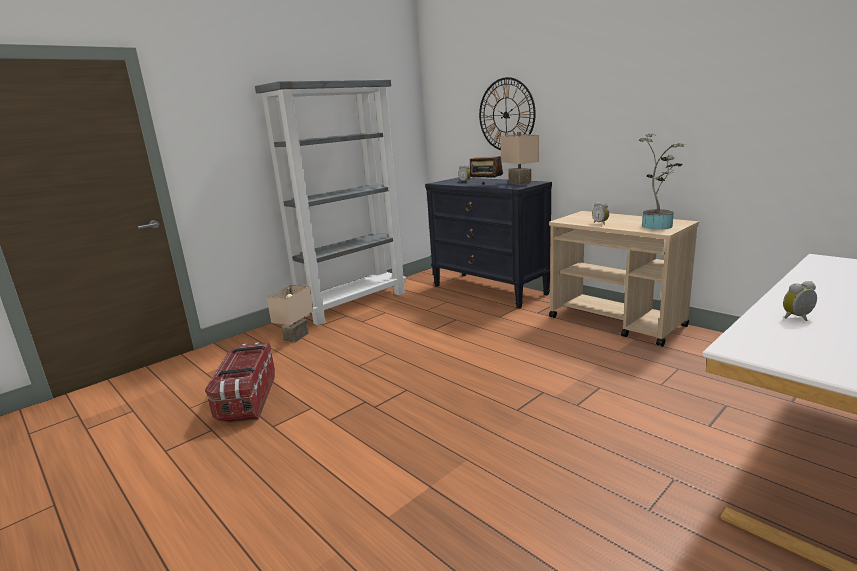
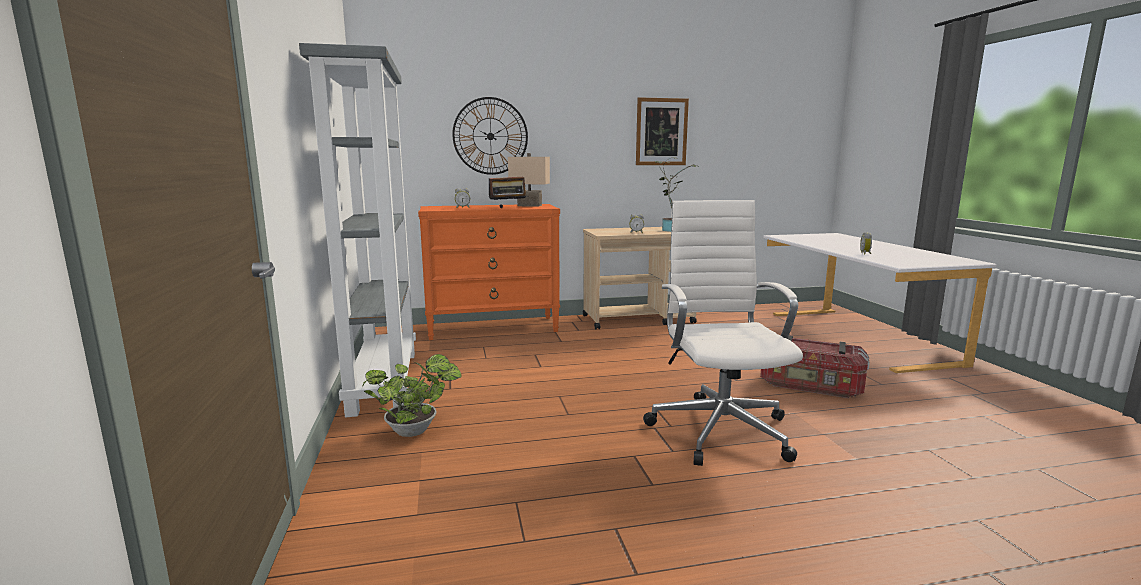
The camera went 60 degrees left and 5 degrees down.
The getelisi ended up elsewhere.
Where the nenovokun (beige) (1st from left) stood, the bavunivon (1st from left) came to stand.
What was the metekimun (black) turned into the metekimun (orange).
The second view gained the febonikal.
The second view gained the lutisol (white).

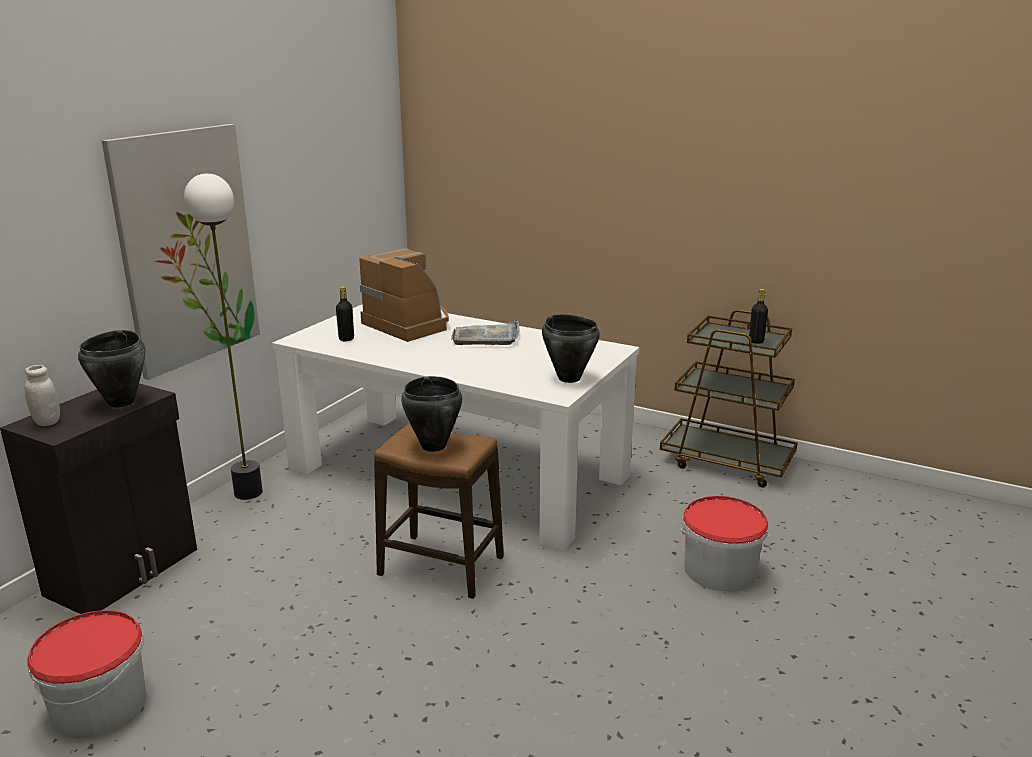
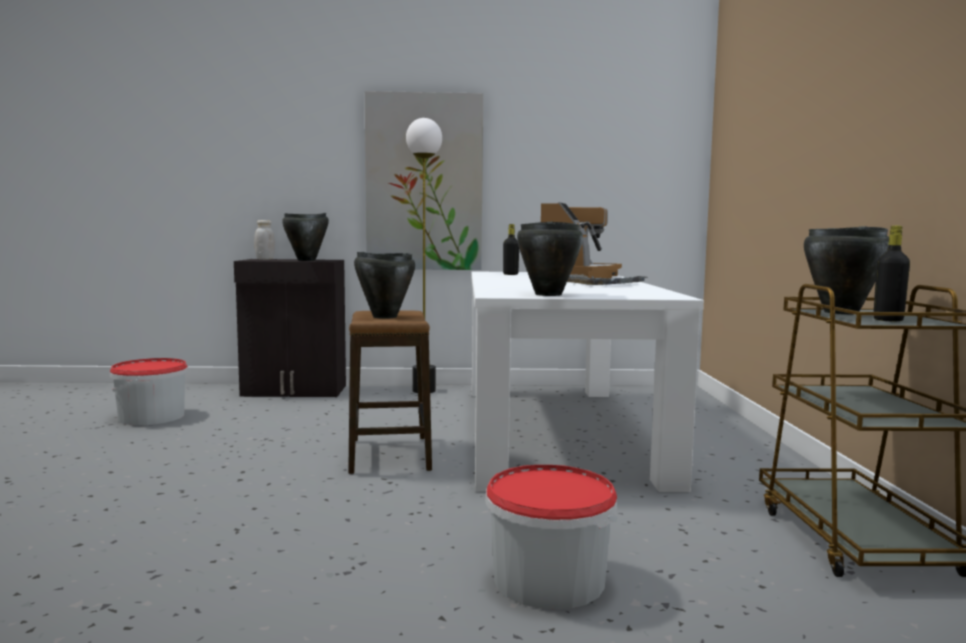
The camera went 60 degrees right and 15 degrees down.
The second view gained the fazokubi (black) (4th from left).

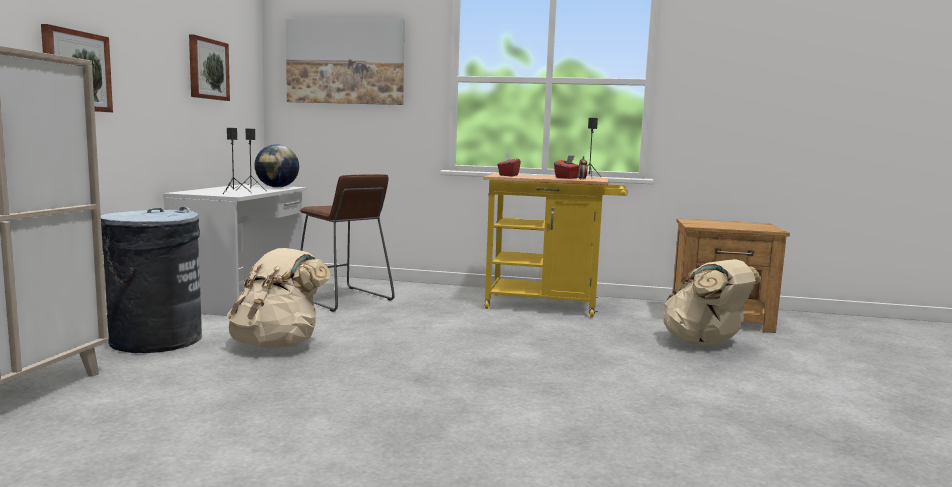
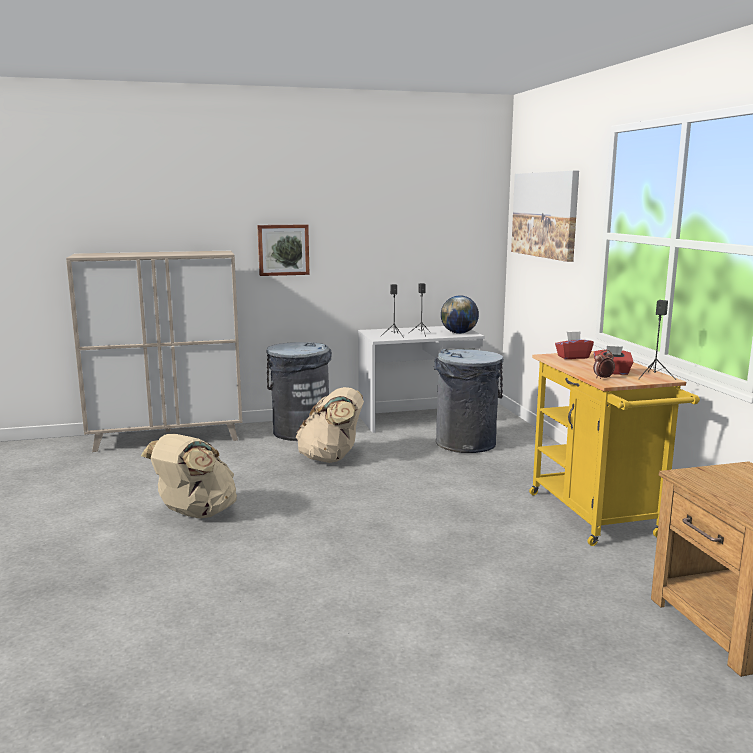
The camera went 65 degrees right and 5 degrees up.
The second view lost the febonikal (2nd from left).
Where the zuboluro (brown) stood, the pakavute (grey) (2nd from left) came to stand.
The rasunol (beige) (2nd from left in the first image) ended up elsewhere.

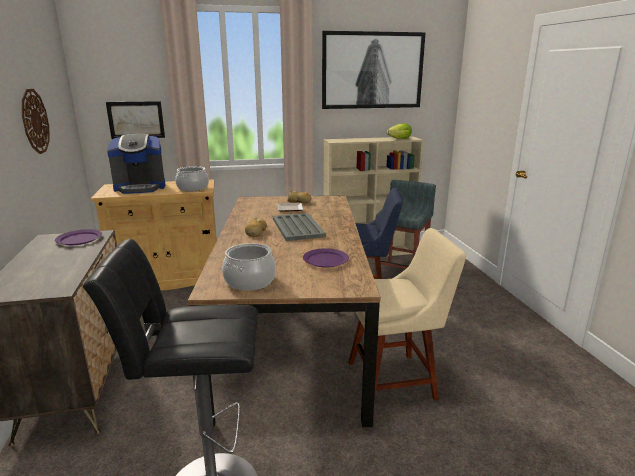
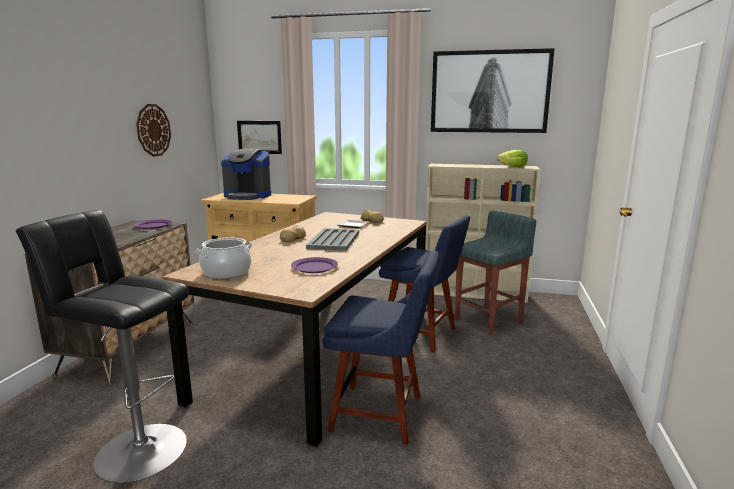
The camera went 25 degrees right and 5 degrees down.
The second view lost the fazokubi (1st from left).
What was the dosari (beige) turned into the dosari (blue) (1st from left).

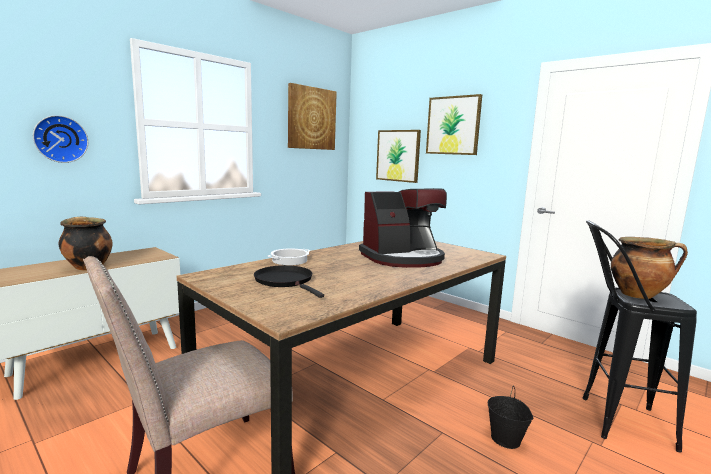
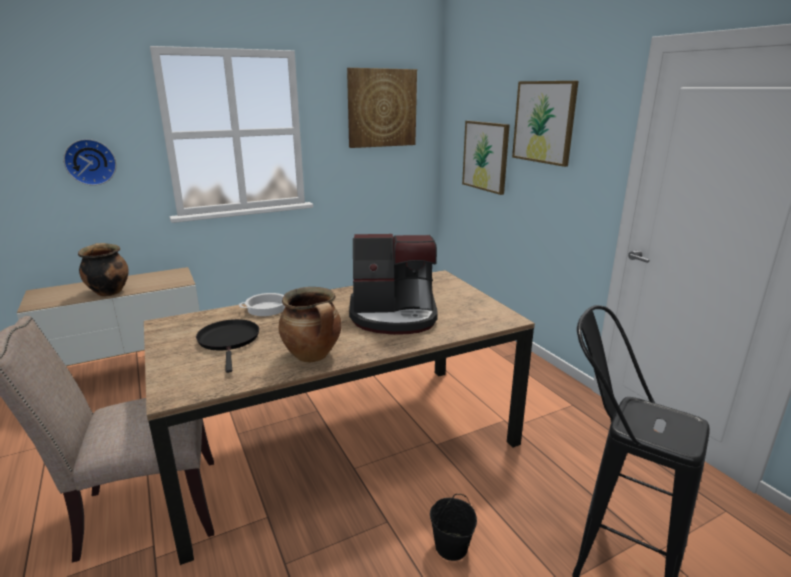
The camera went 20 degrees right and 10 degrees up.
The fazokubi (3rd from left) ended up elsewhere.

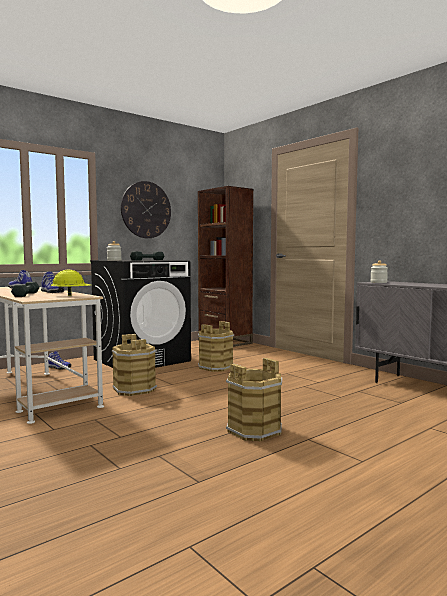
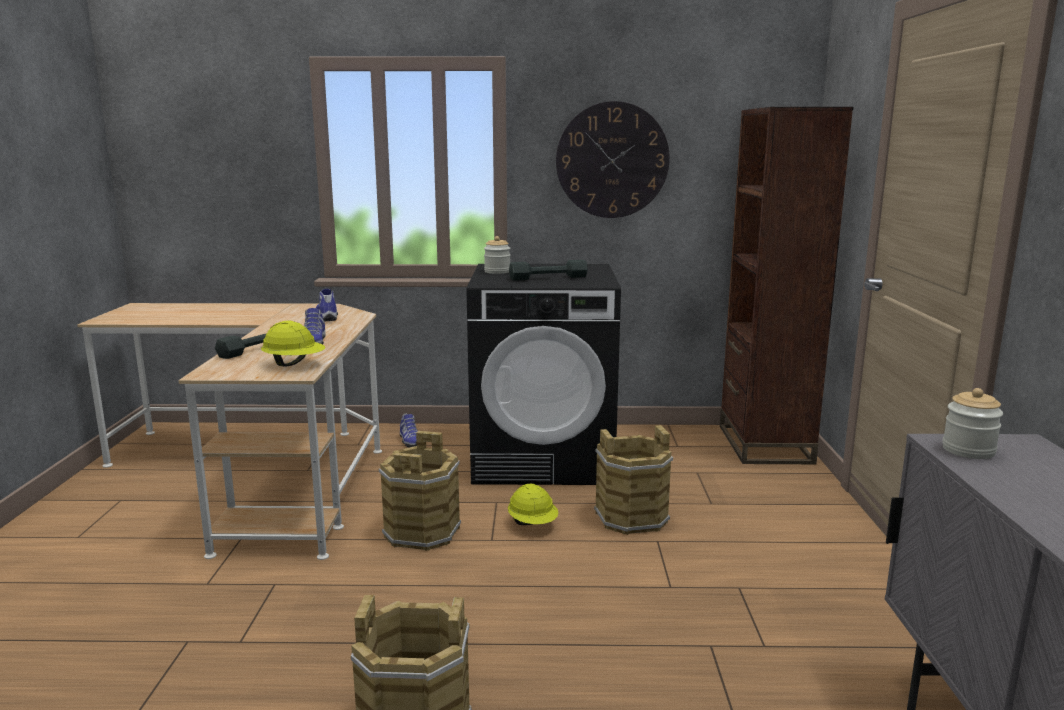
The camera went 40 degrees right and 10 degrees up.
The second view gained the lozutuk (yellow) (2nd from left).

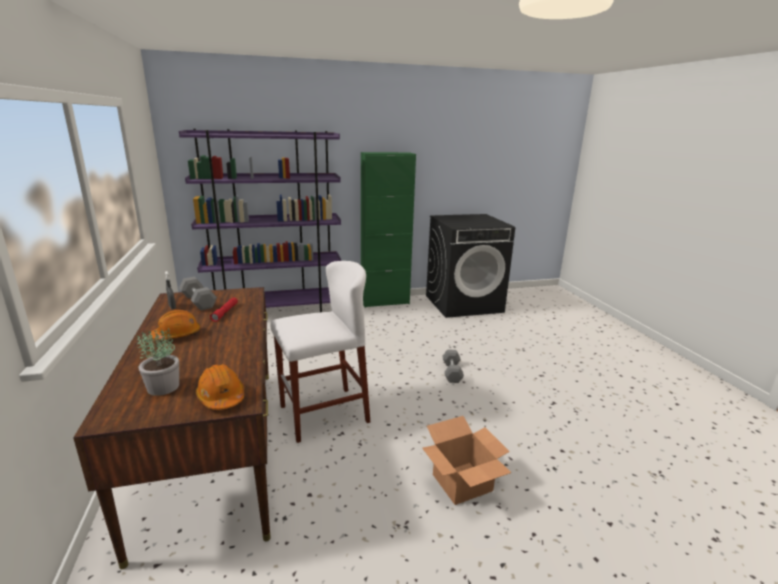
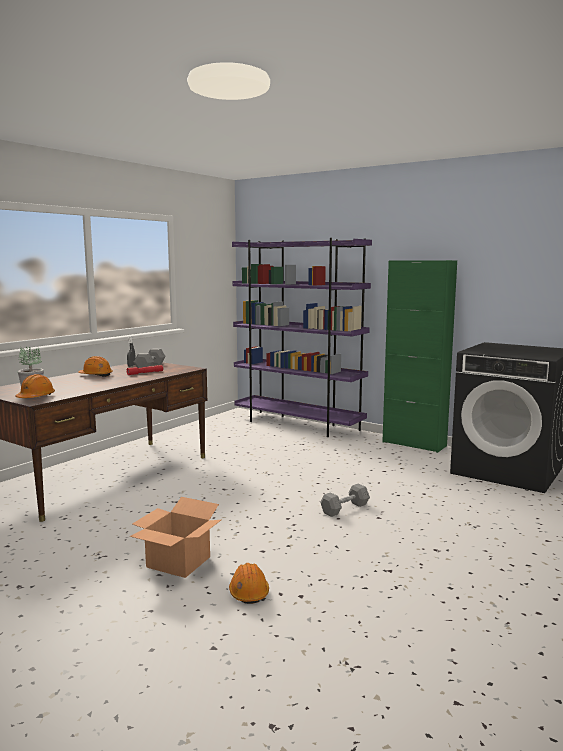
The camera went 50 degrees right and 10 degrees down.
The second view lost the zuboluro (white).
The second view gained the lozutuk (orange) (3rd from left).

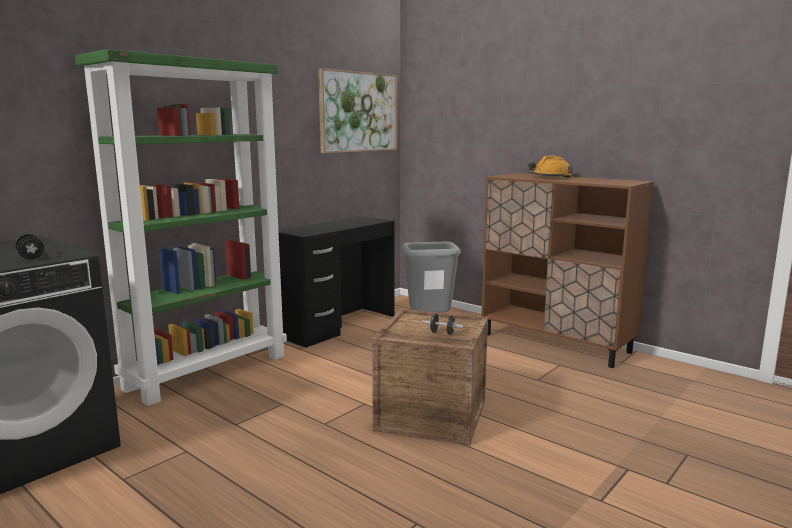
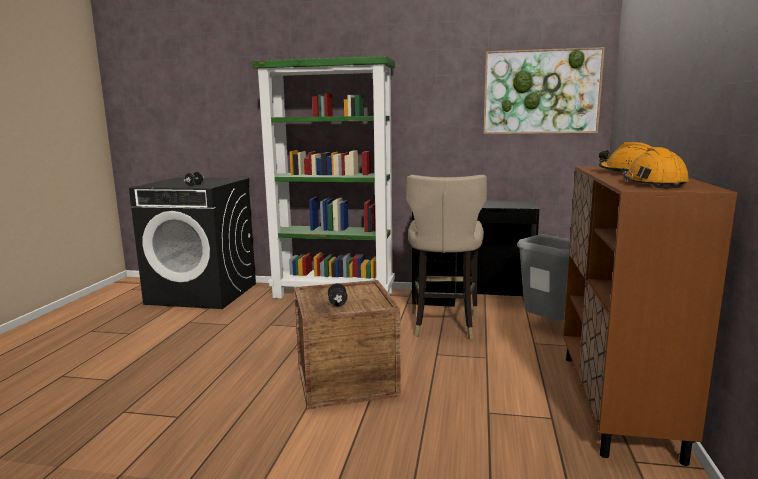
The camera went 60 degrees right and 0 degrees up.
The second view gained the zuboluro (beige).
The second view gained the lozutuk (orange) (2nd from left).

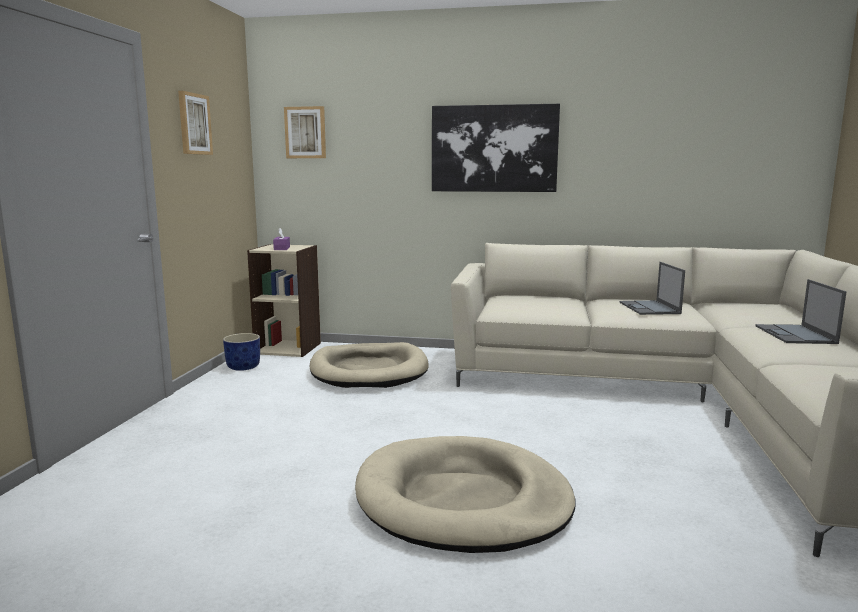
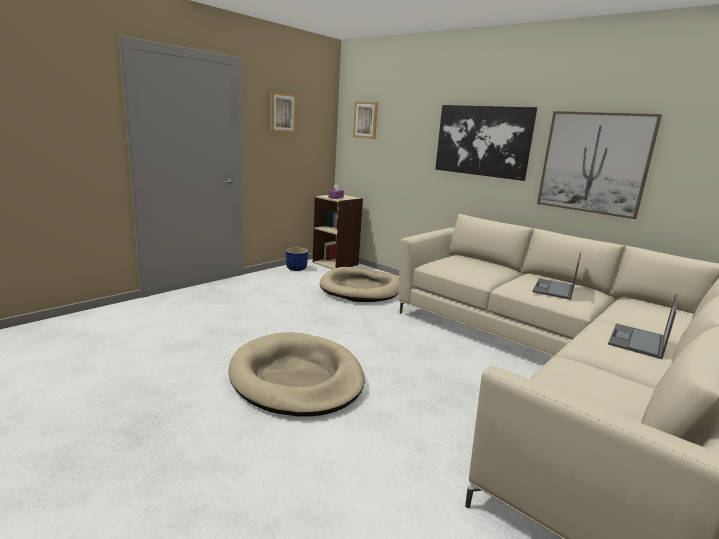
The camera went 30 degrees right and 5 degrees up.
The second view gained the febonikal (4th from left).

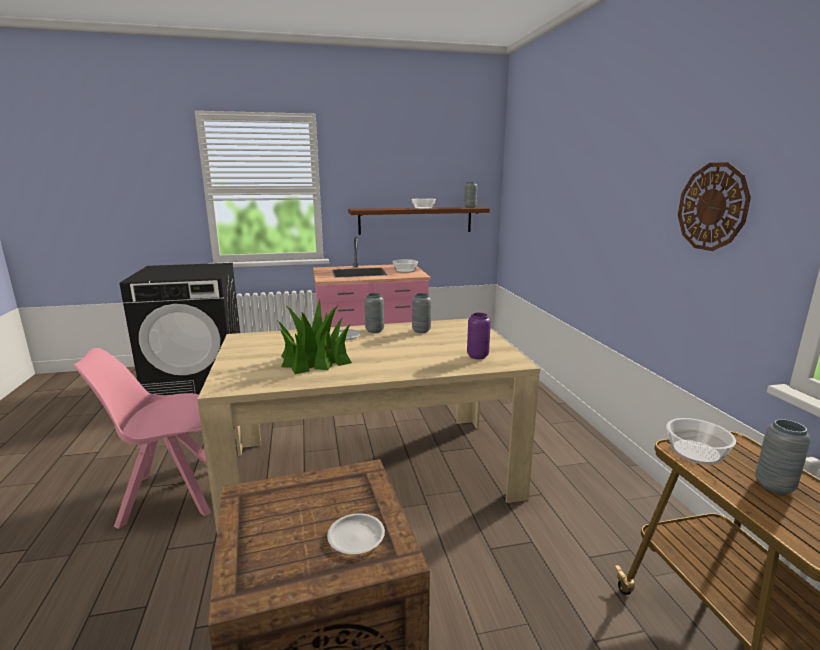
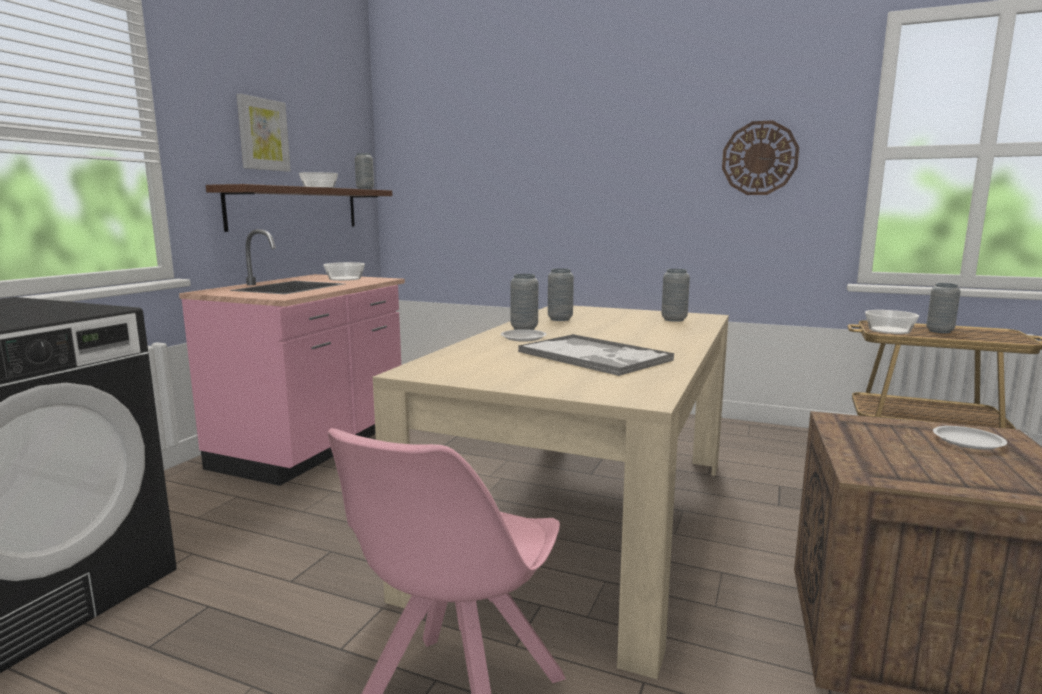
The camera went 55 degrees left and 5 degrees down.
Where the bavunivon stood, the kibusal came to stand.
What was the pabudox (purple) turned into the pabudox (grey) (4th from left).
The second view gained the febonikal.

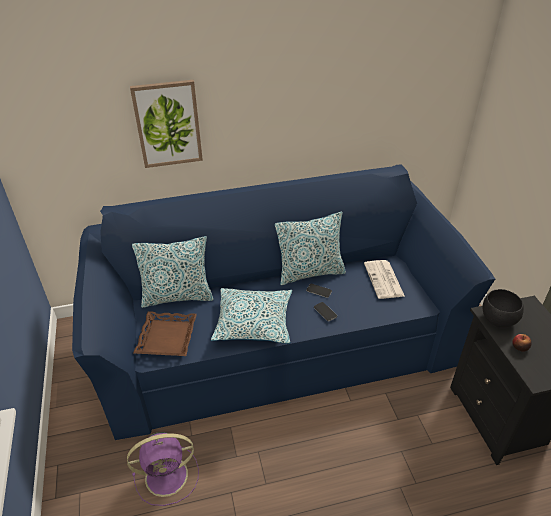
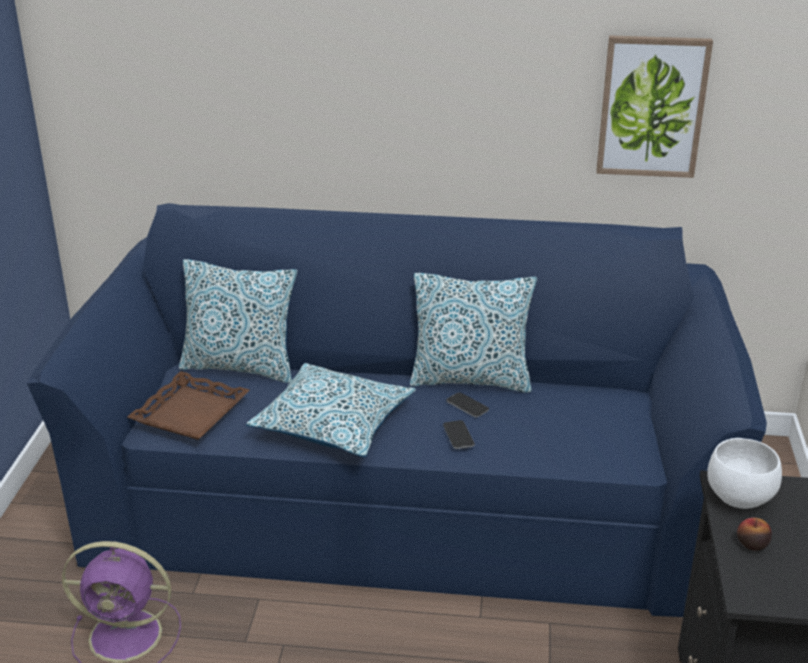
The camera went 20 degrees right and 10 degrees down.
The febonikal ended up elsewhere.
The second view lost the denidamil.
What was the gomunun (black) turned into the gomunun (white).

